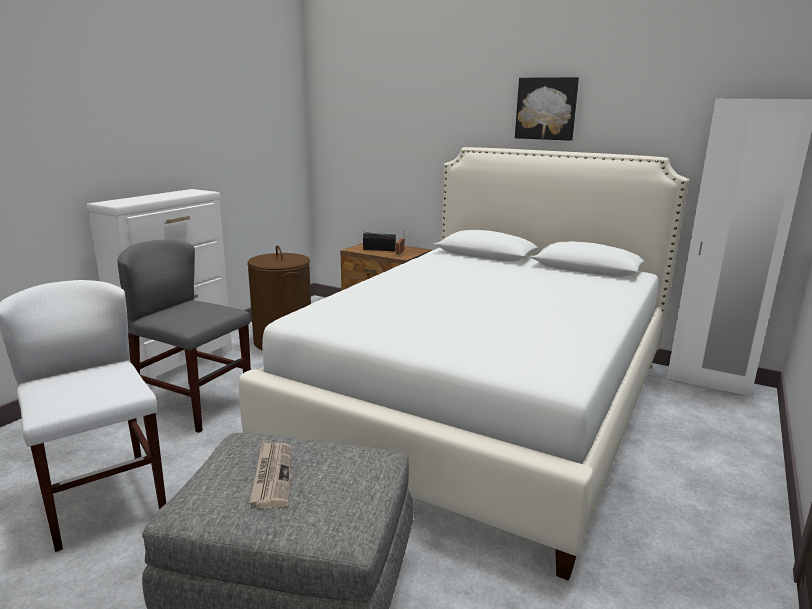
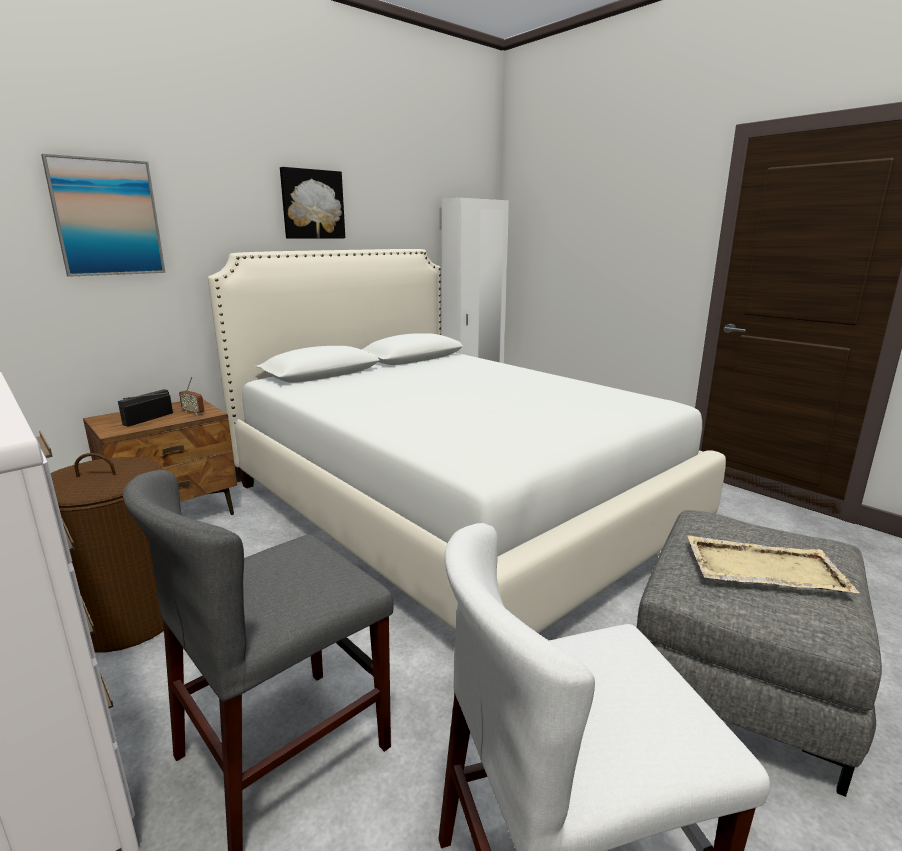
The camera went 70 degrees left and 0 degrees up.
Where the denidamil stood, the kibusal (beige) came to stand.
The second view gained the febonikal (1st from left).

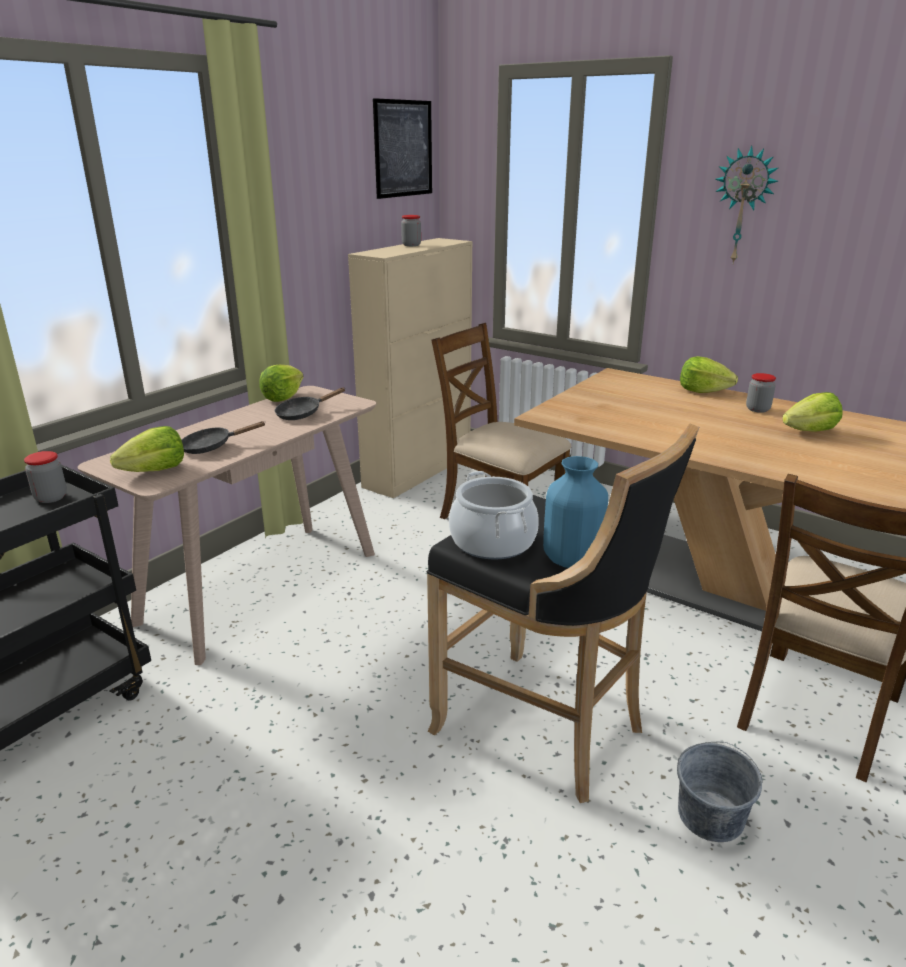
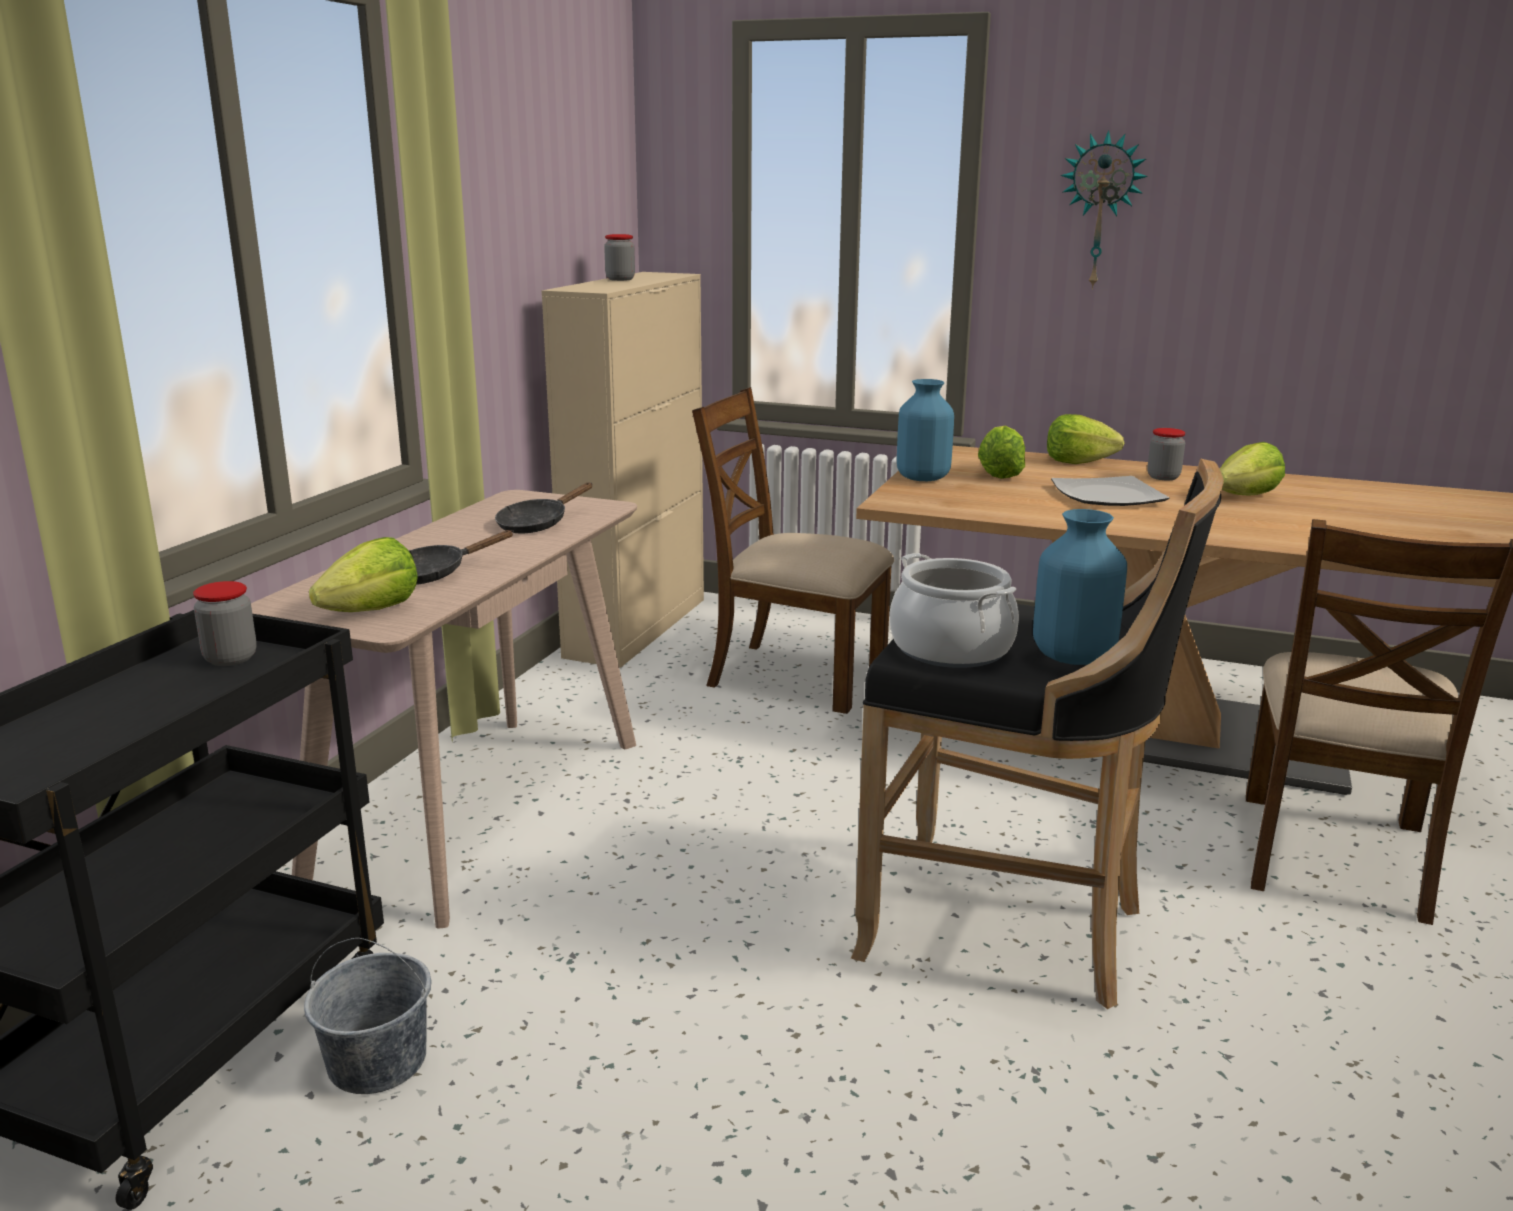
The camera went 15 degrees left and 5 degrees down.
The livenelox (2nd from left) ended up elsewhere.
The second view lost the febonikal.
The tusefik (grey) ended up elsewhere.
The second view gained the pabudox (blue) (1st from left).
The second view gained the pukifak.

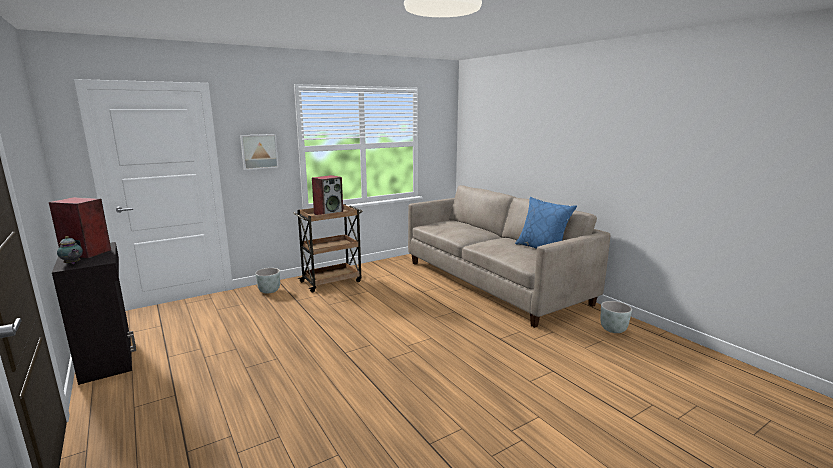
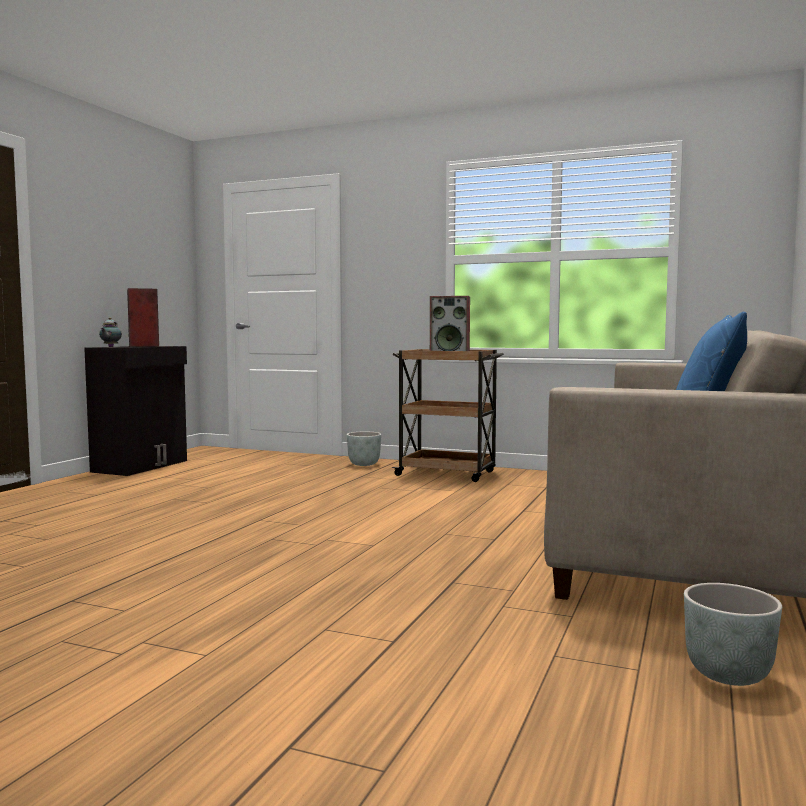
The camera went 55 degrees right and 10 degrees down.
The second view lost the febonikal.

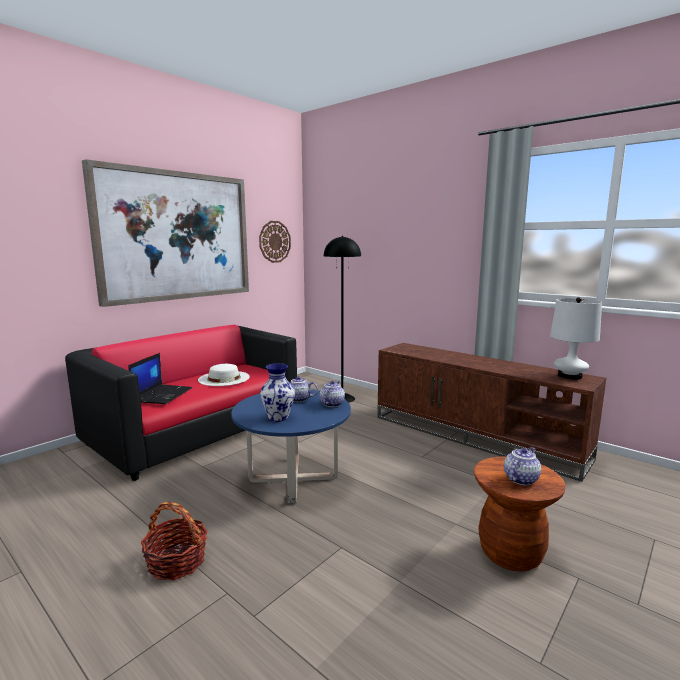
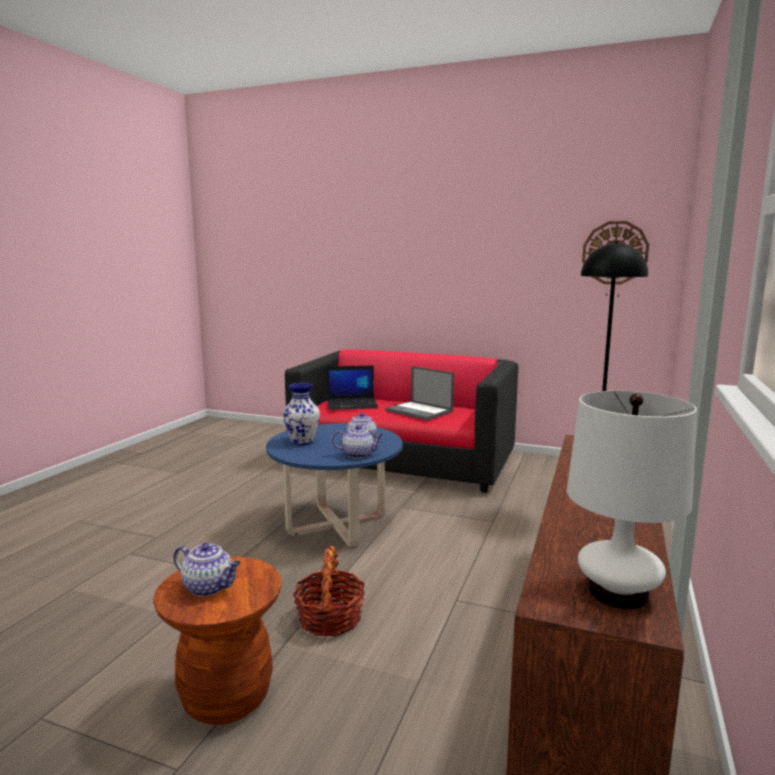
The camera went 70 degrees right and 0 degrees up.
The second view lost the febonikal.
The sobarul ended up elsewhere.
Where the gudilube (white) stood, the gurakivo (2nd from left) came to stand.

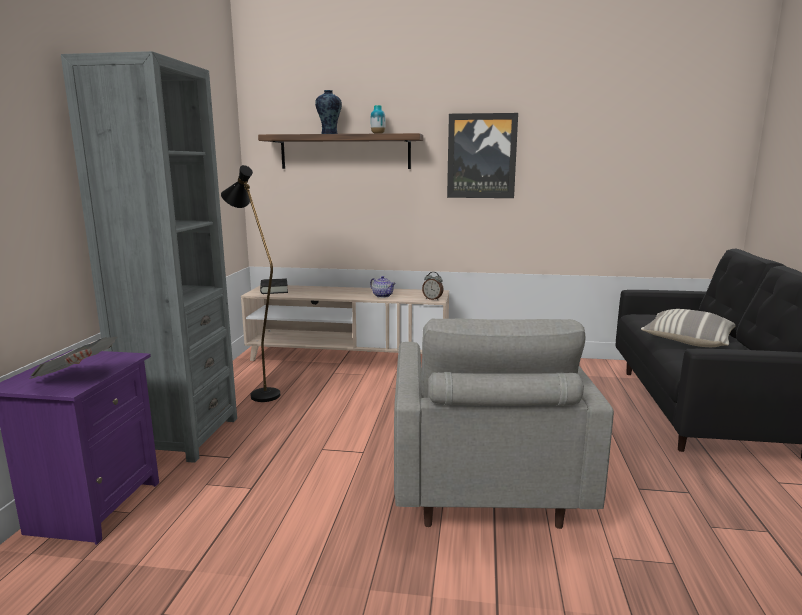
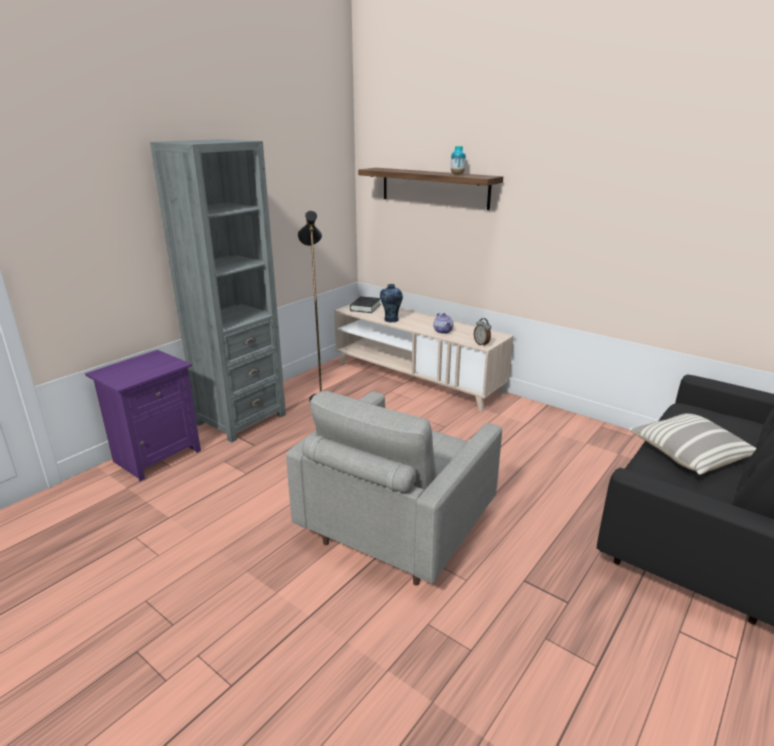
The camera went 30 degrees right and 10 degrees up.
The second view lost the denidamil.
The pabudox (1st from left) ended up elsewhere.
The second view lost the febonikal.

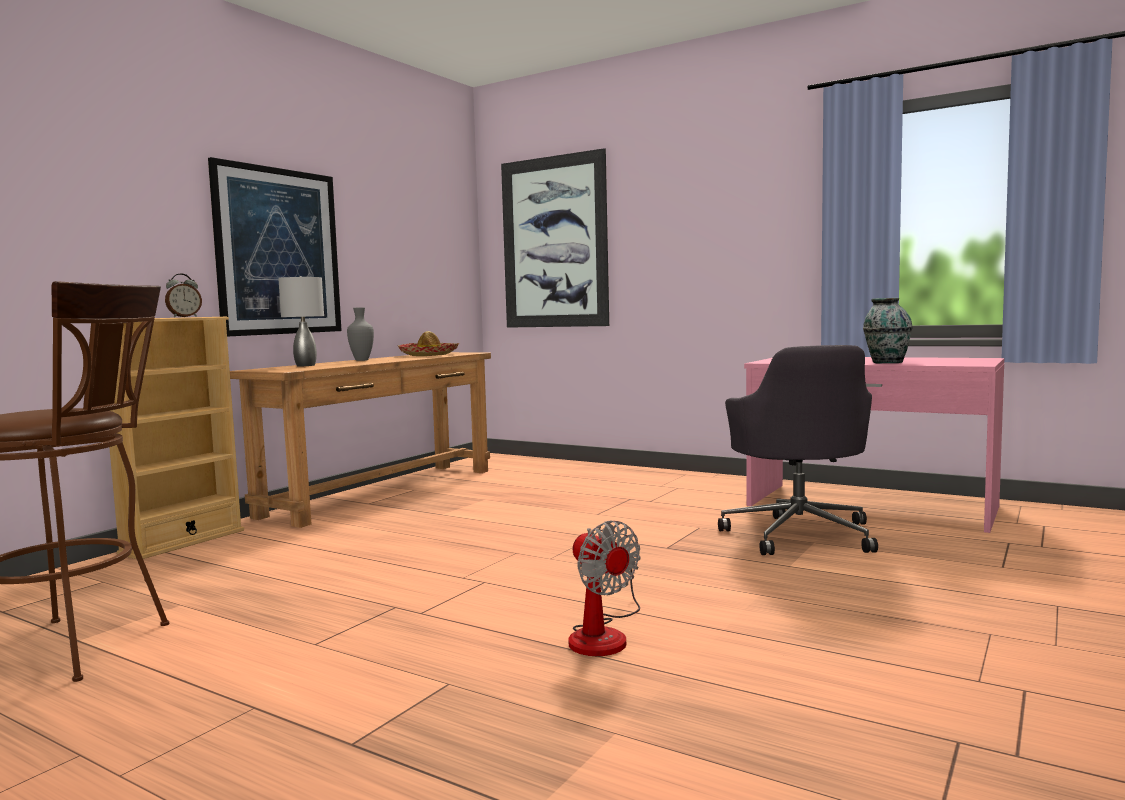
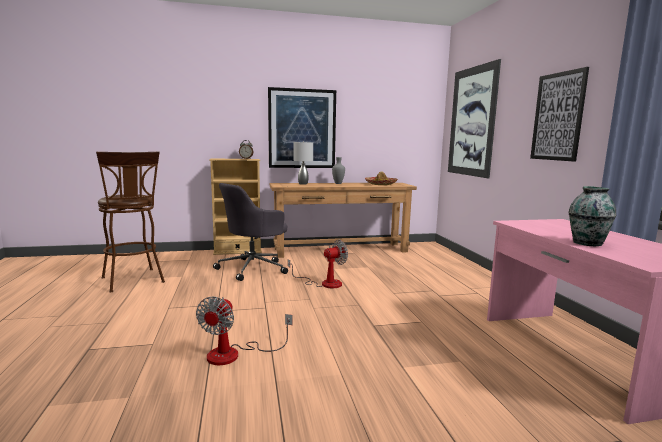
The camera went 45 degrees right and 5 degrees up.
The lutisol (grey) ended up elsewhere.
The second view gained the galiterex (2nd from left).
The second view gained the febonikal (3rd from left).

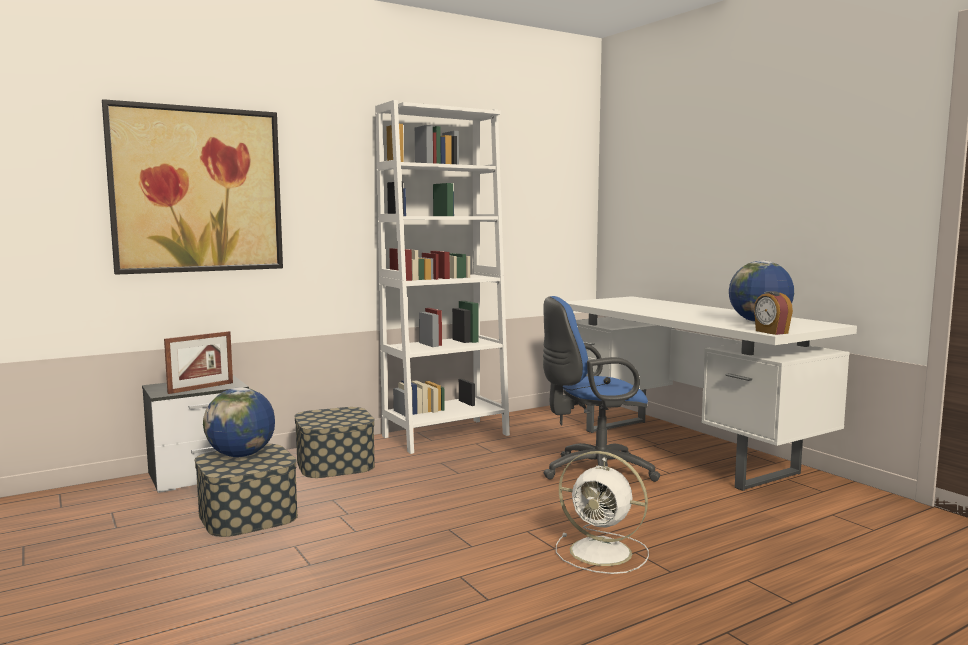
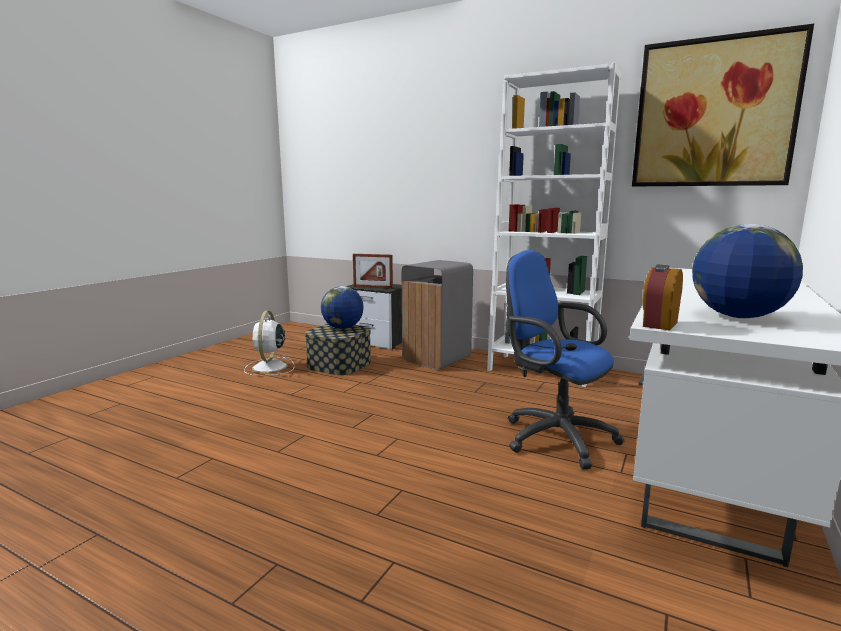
The camera went 60 degrees right and 5 degrees up.
The febonikal ended up elsewhere.
Where the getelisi (2nd from left) stood, the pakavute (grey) came to stand.
The galiterex (white) ended up elsewhere.

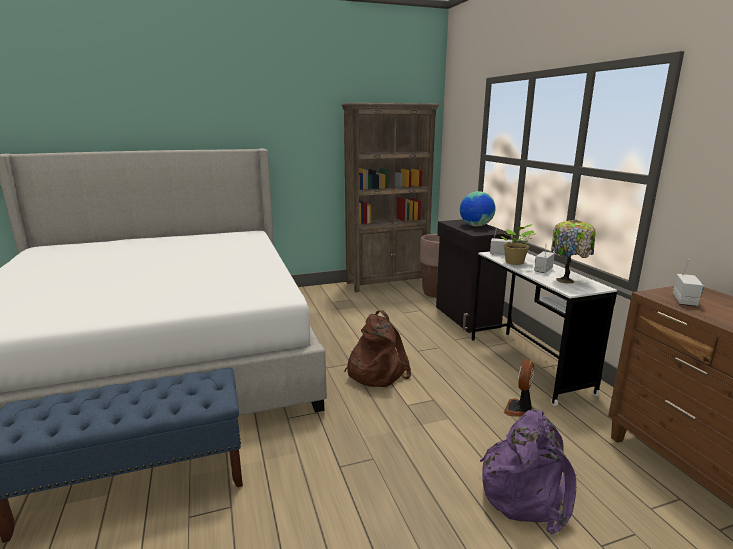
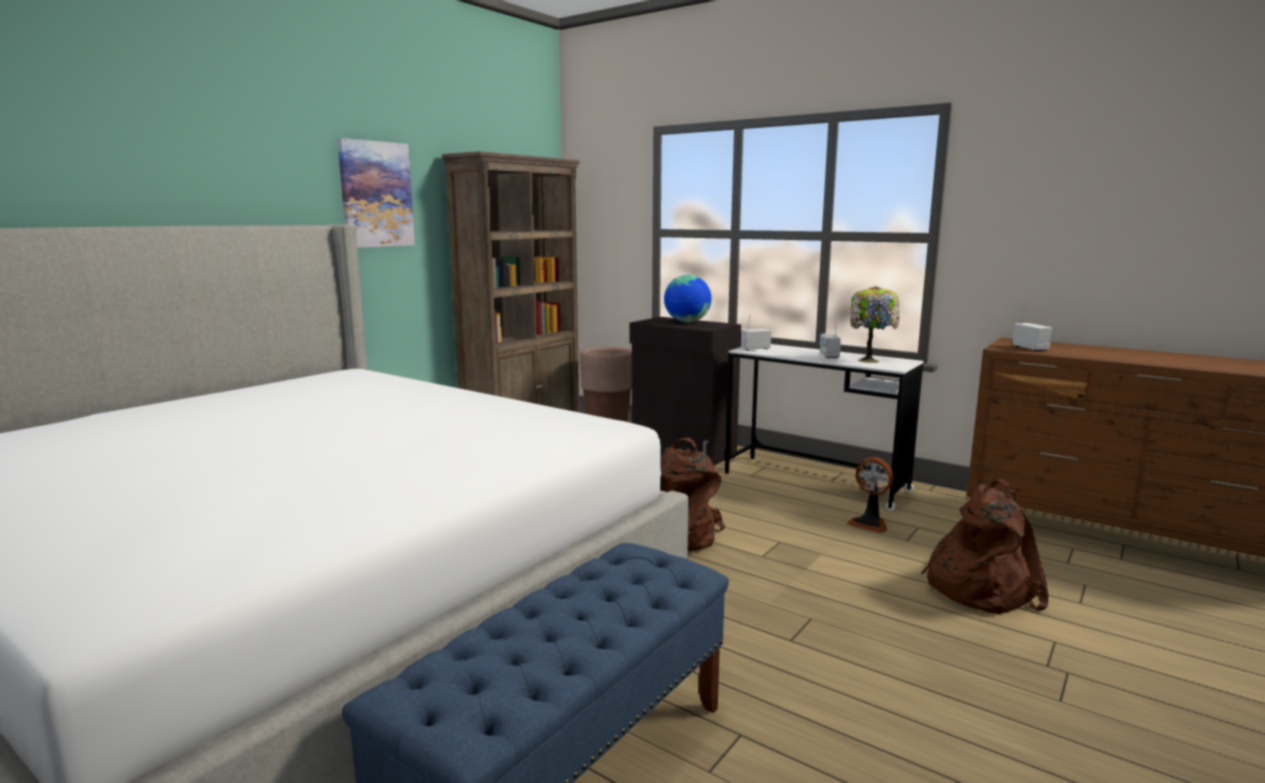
The camera went 35 degrees left and 5 degrees down.
What was the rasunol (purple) turned into the rasunol (brown) (2nd from left).
The second view lost the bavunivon.
The galiterex ended up facing another way, 45 degrees counterclockwise from before.
The second view gained the febonikal.

